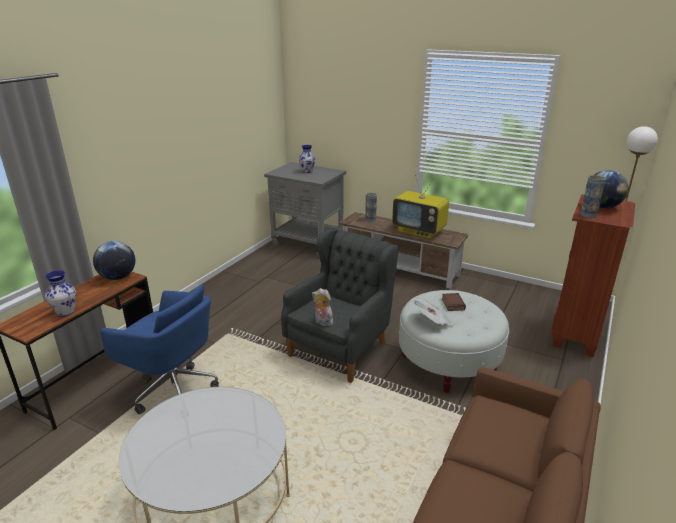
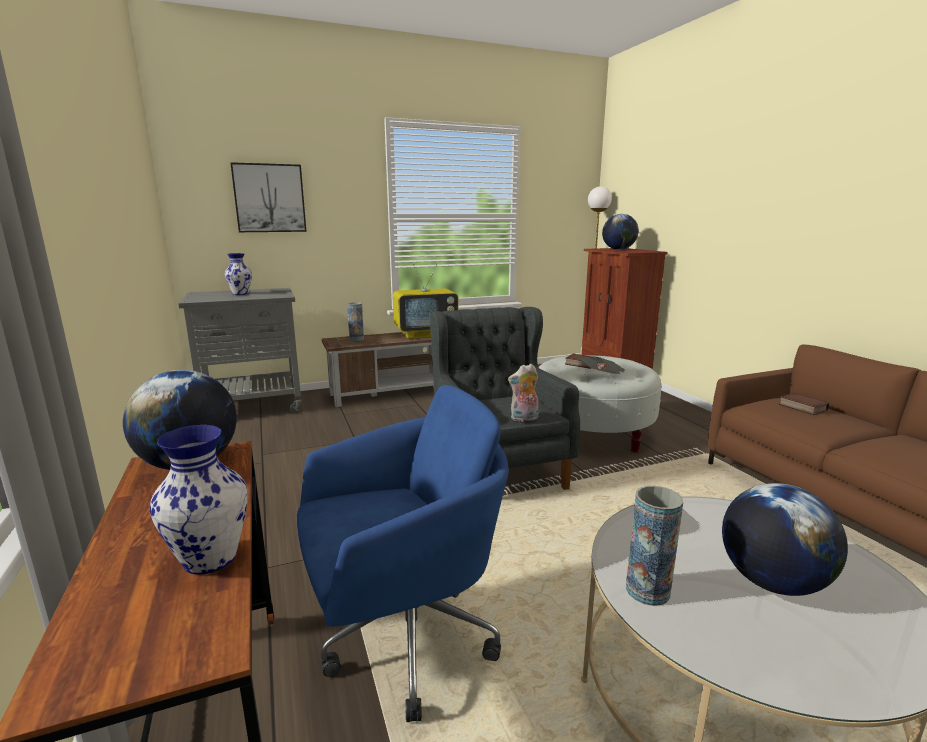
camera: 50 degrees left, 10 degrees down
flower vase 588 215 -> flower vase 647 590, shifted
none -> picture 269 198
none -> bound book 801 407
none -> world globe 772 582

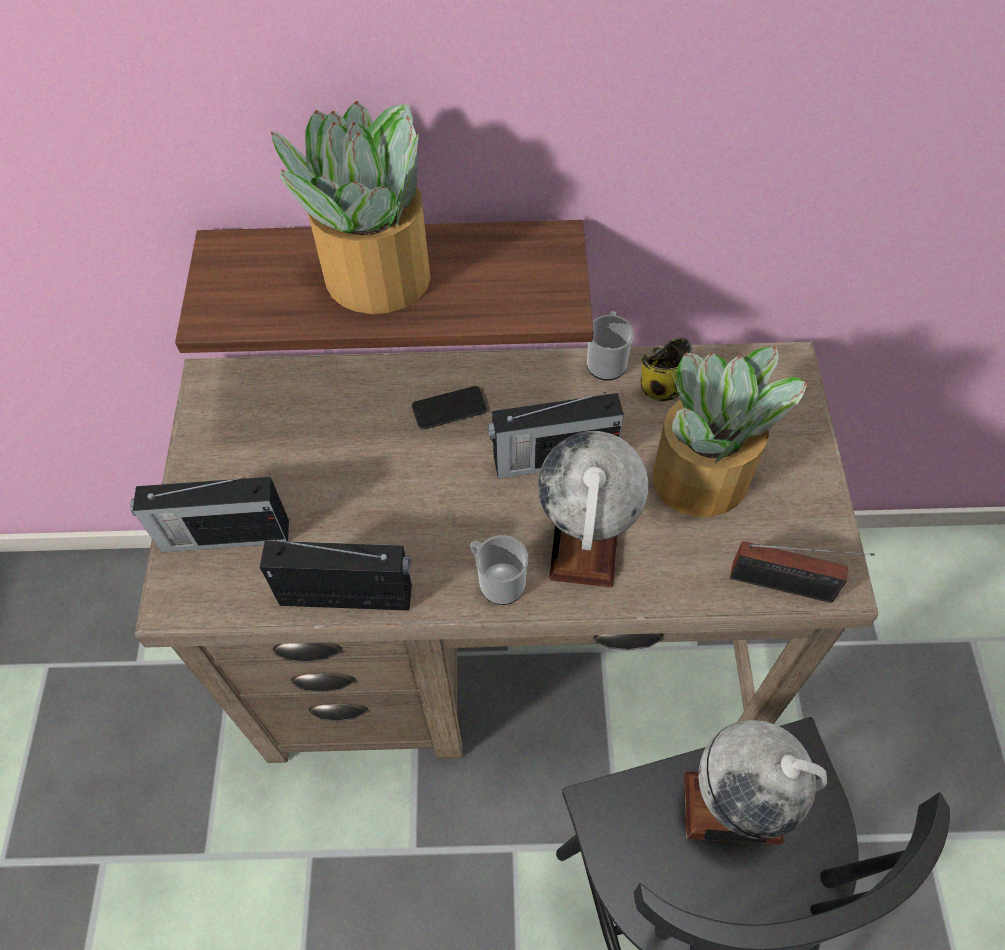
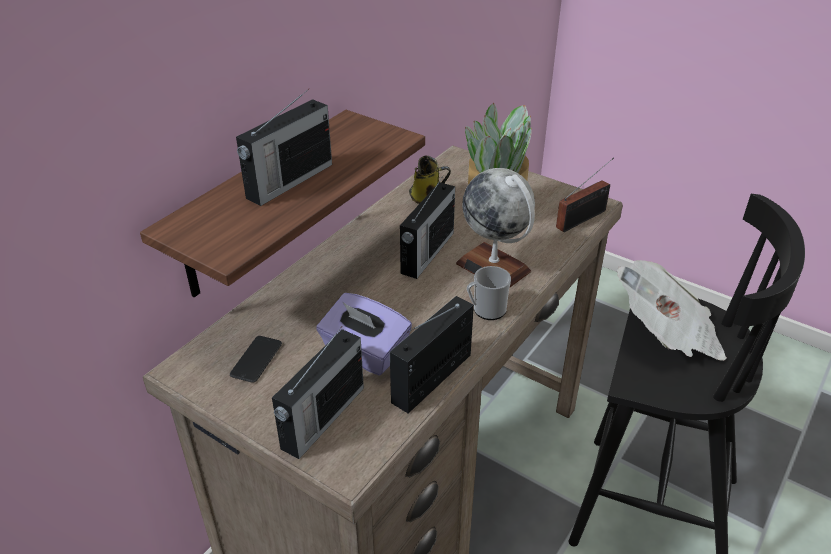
camera: 55 degrees left, 20 degrees down
houseplant 375 276 -> radio set 288 181
tea mug 607 361 -> none
telephone 449 408 -> telephone 256 359, shifted
world globe 733 807 -> daily paper 667 334
none -> purple tissue holder 364 353

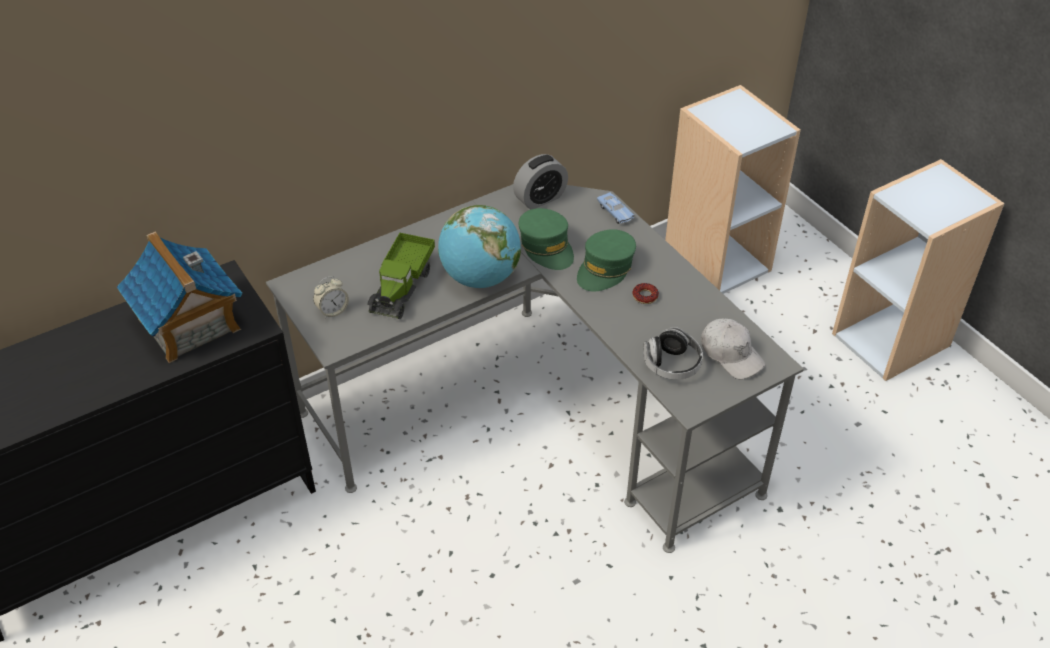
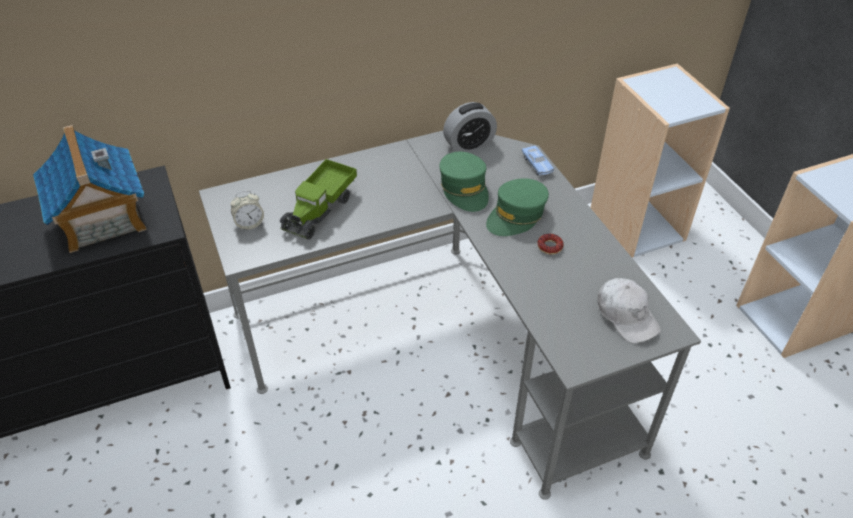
camera: 10 degrees right, 0 degrees up
world globe 480 278 -> none
headphones 671 365 -> none

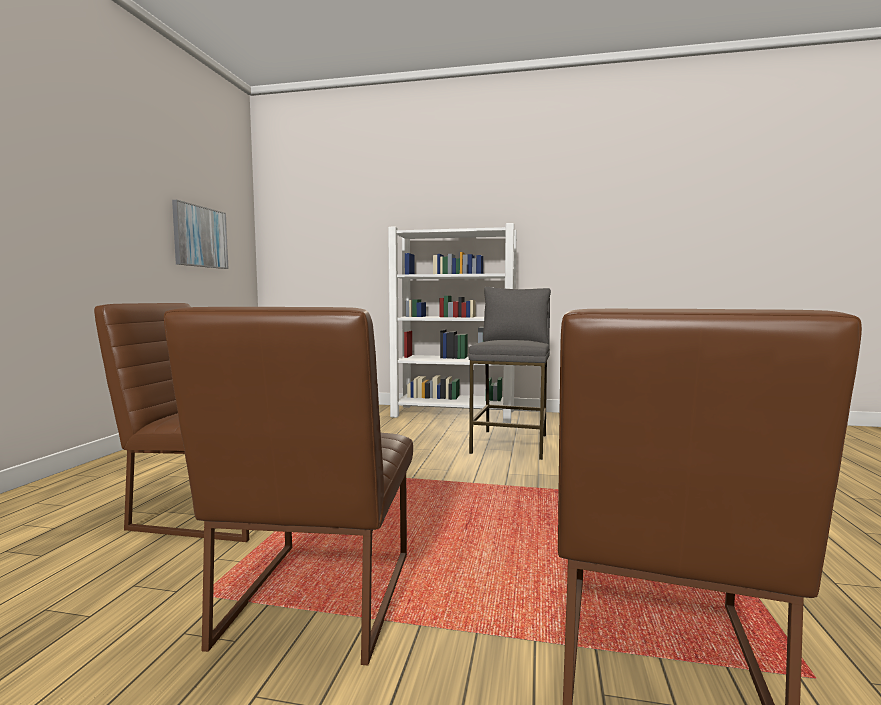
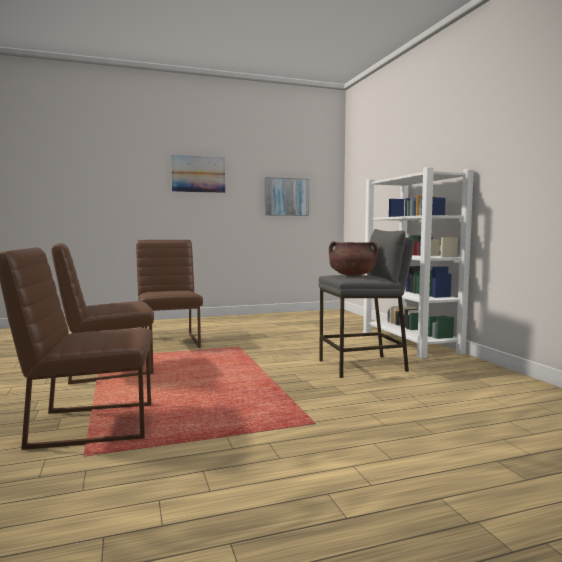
camera: 60 degrees right, 0 degrees up
none -> picture 198 174
none -> brownish cooking pot 352 275

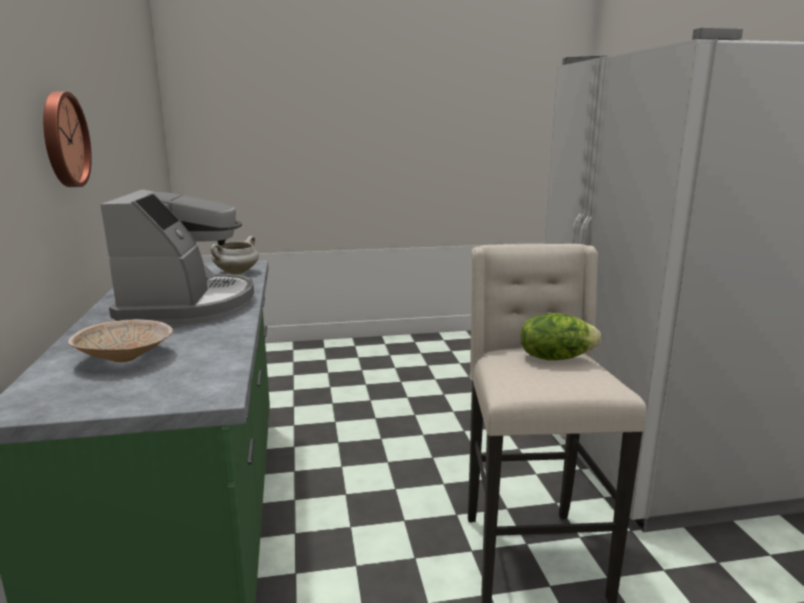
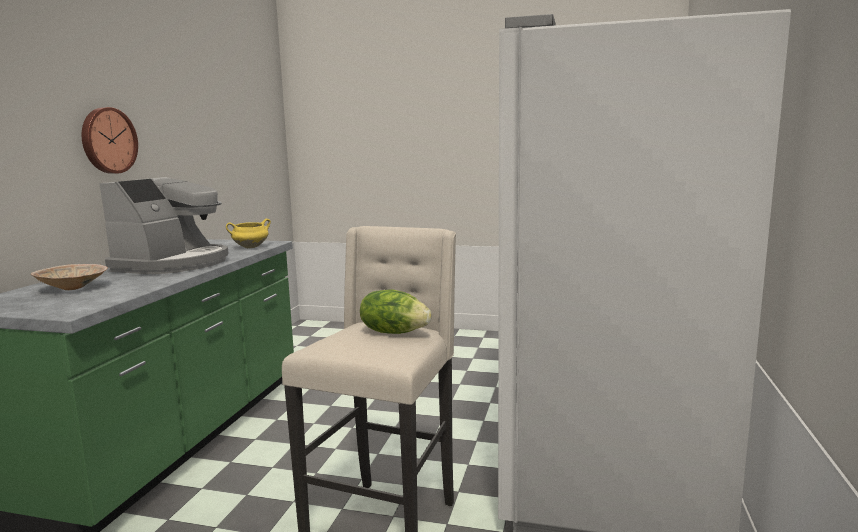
camera: 25 degrees right, 5 degrees down
whitish cooking pot 236 273 -> yellow-coloured cooking pot 250 247

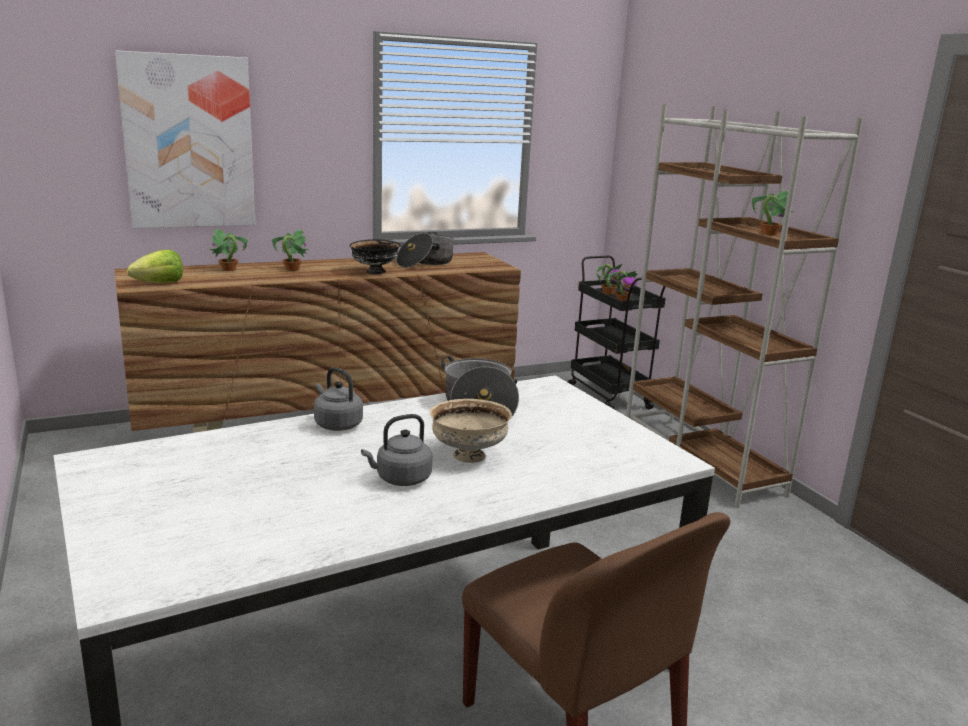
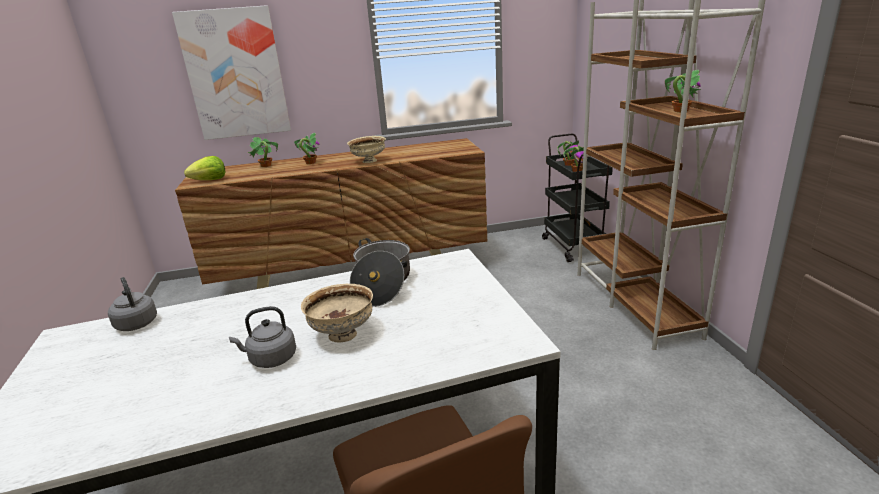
camera: 15 degrees right, 5 degrees up
cooking pot 425 262 -> none
blackish bowl 375 272 -> beige bowl 369 161
grey kettle 336 424 -> grey kettle 136 323, shifted

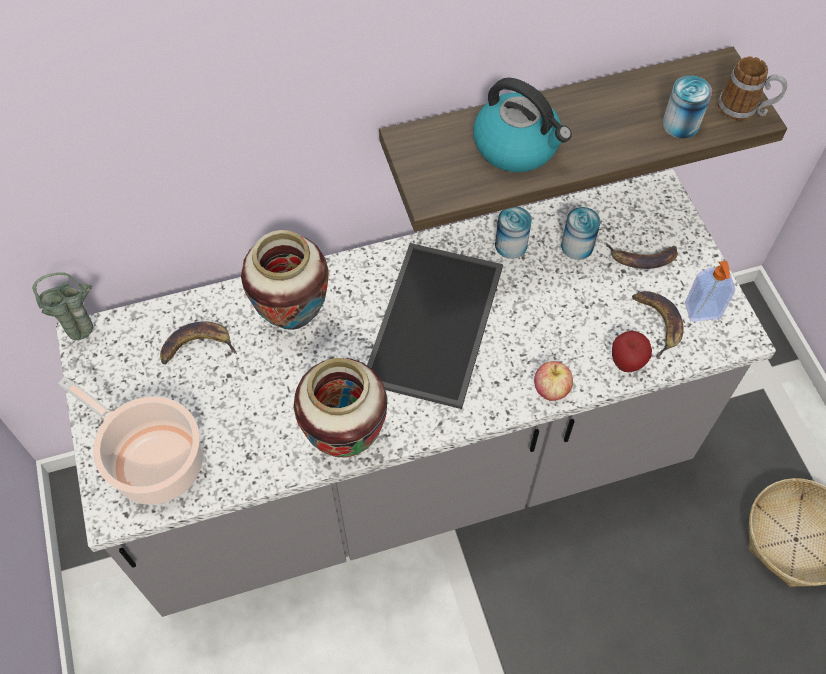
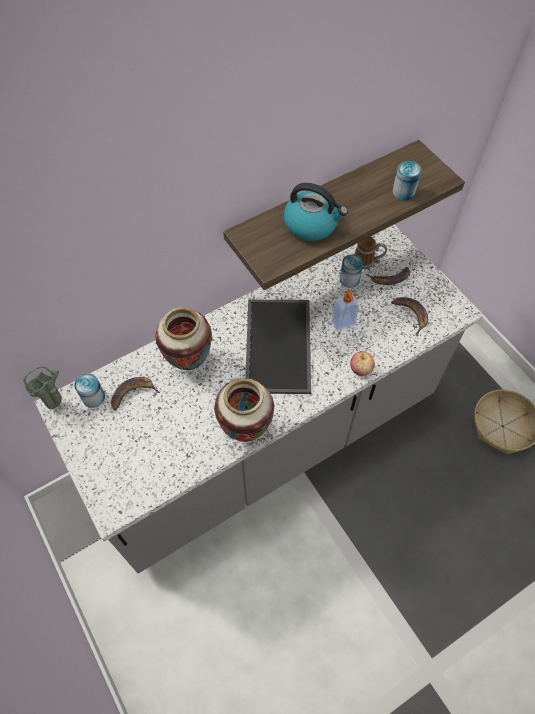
camera: 15 degrees left, 0 degrees up
tea mug 744 110 -> tea mug 367 262, shifted
metal can 511 245 -> metal can 93 397, shifted
soap dispenser 702 312 -> soap dispenser 343 323, shifted
whole apple 626 363 -> none
cooking pot 153 461 -> none

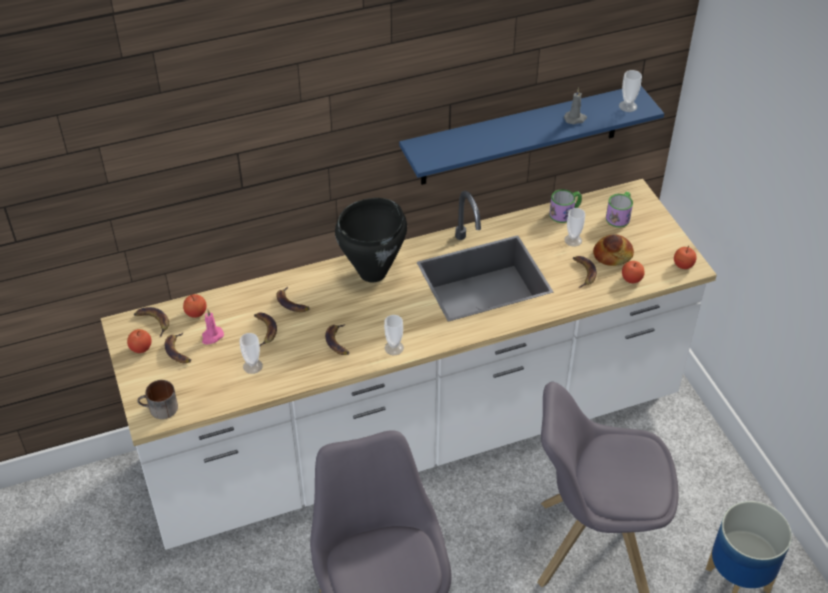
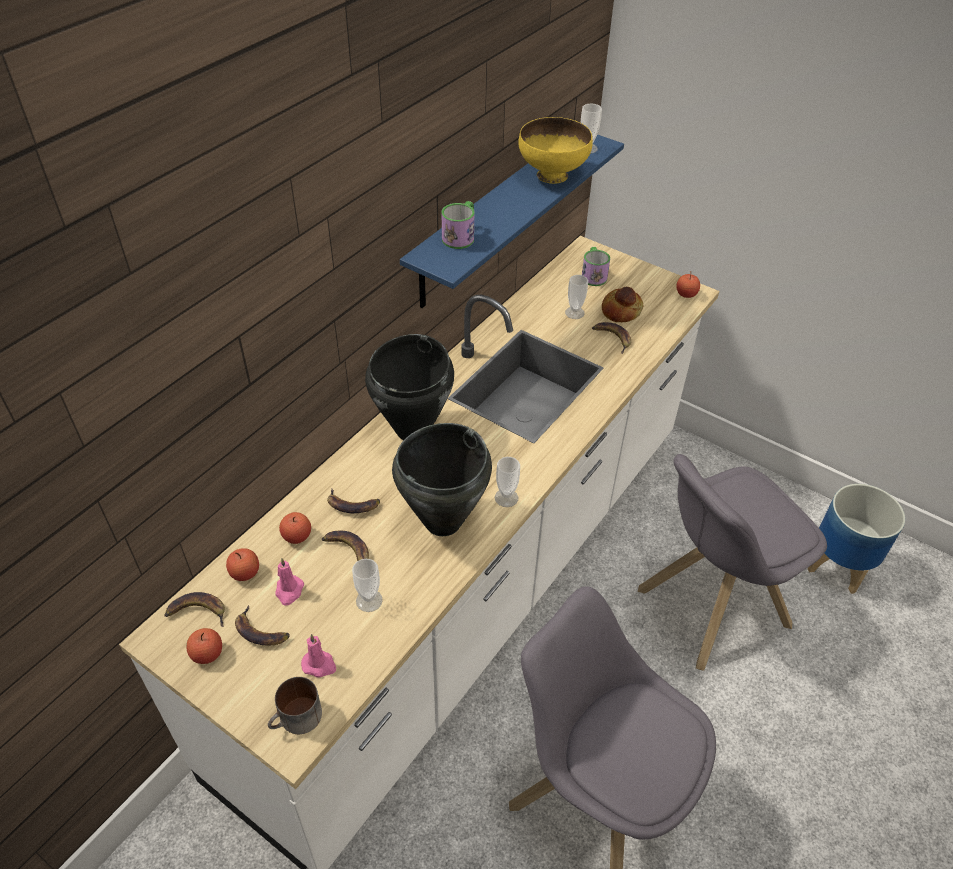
camera: 35 degrees left, 0 degrees up
grey wax candle 575 119 -> yellow-coloured bowl 553 175
tea mug 565 213 -> tea mug 461 236, shifted
whole apple 631 279 -> whole apple 297 536, shifted
banana 338 342 -> blackish cooking pot 441 521
none -> pink wax candle 319 665

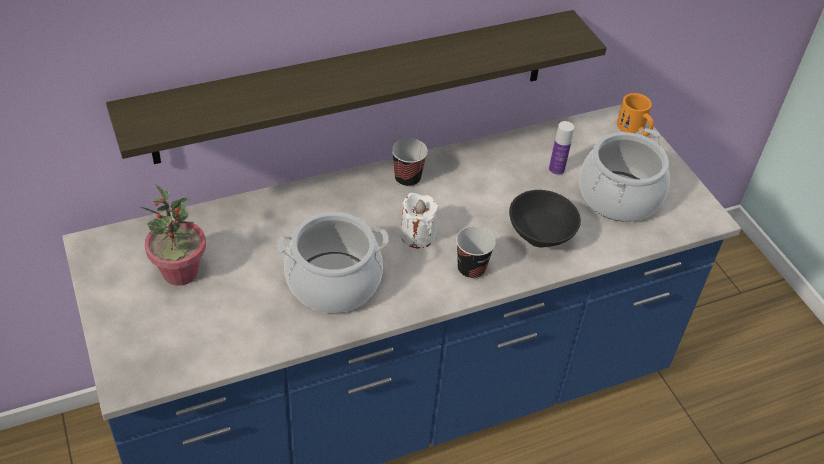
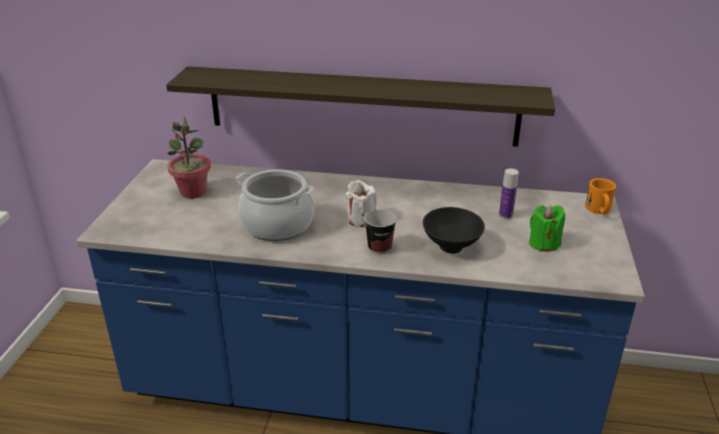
camera: 35 degrees right, 15 degrees down
cooking pot 618 196 -> green-coloured wax candle 544 244
cup 407 179 -> none

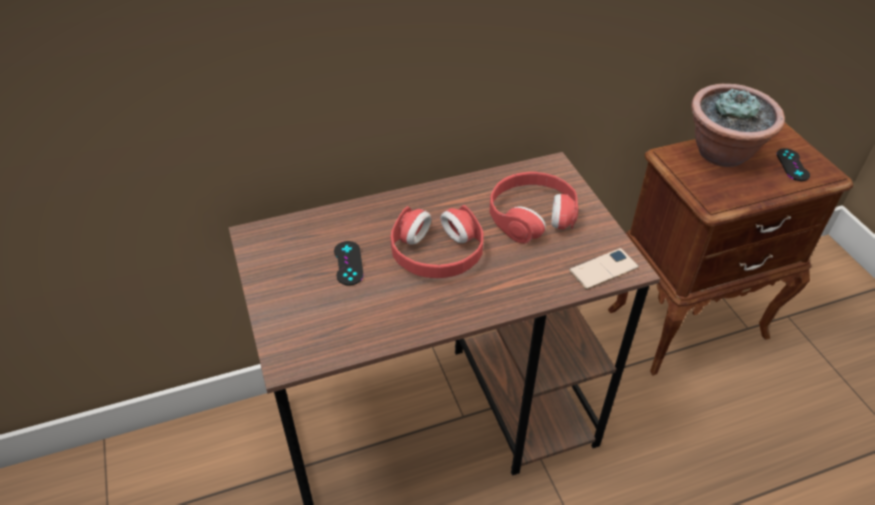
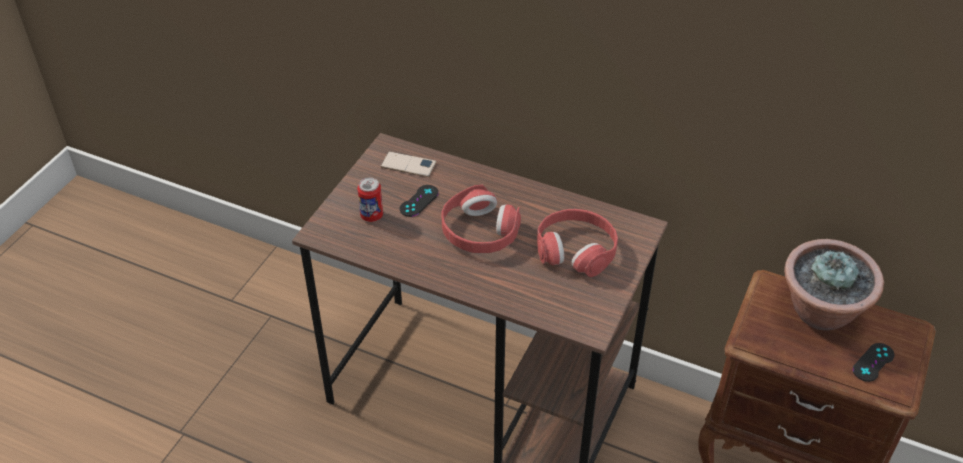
camera: 45 degrees right, 0 degrees up
telephone 603 269 -> telephone 408 165, shifted
none -> metal can 371 215

